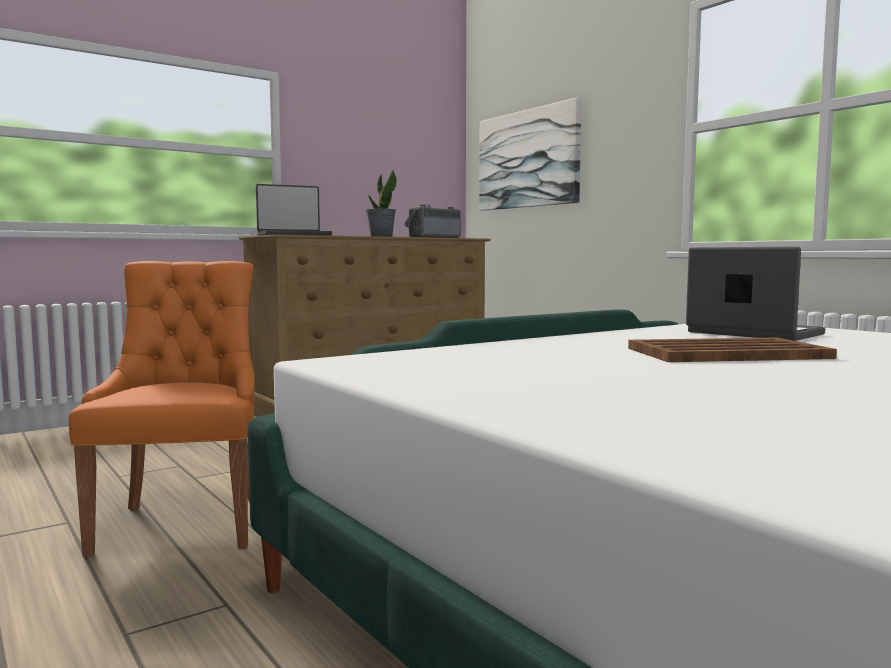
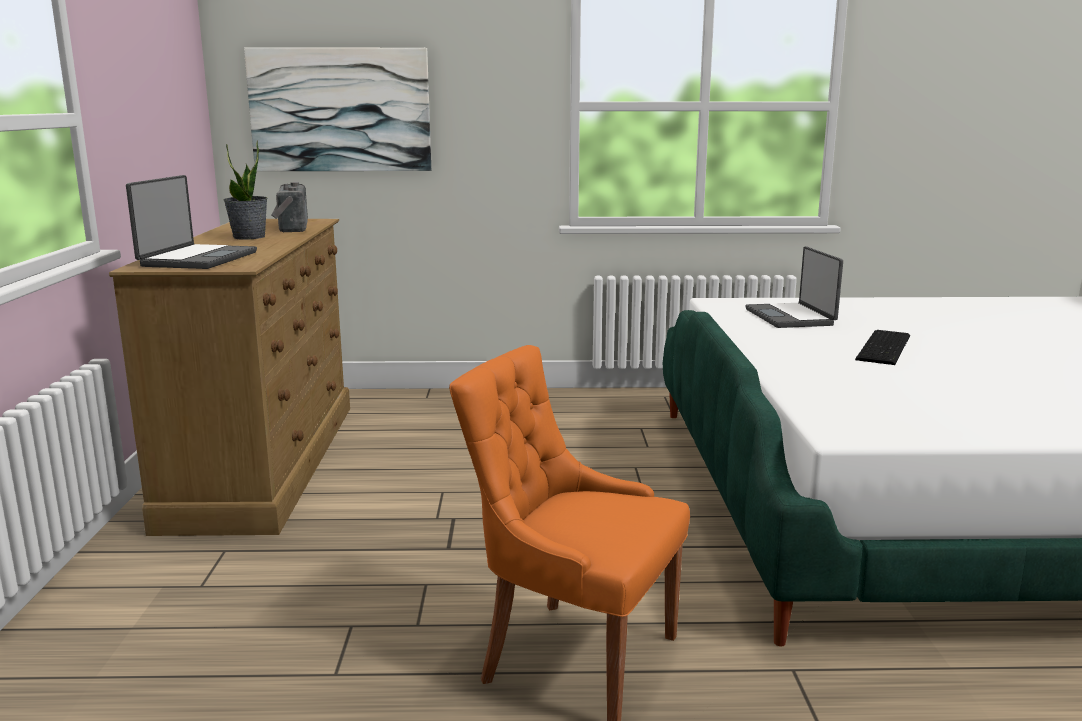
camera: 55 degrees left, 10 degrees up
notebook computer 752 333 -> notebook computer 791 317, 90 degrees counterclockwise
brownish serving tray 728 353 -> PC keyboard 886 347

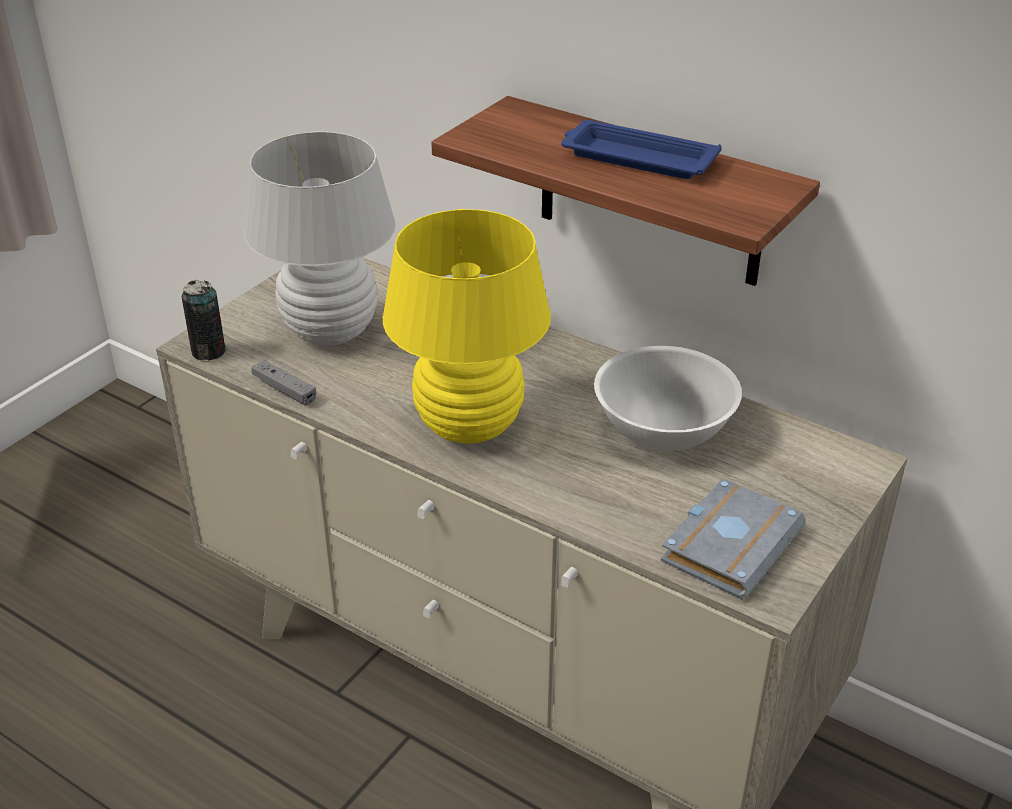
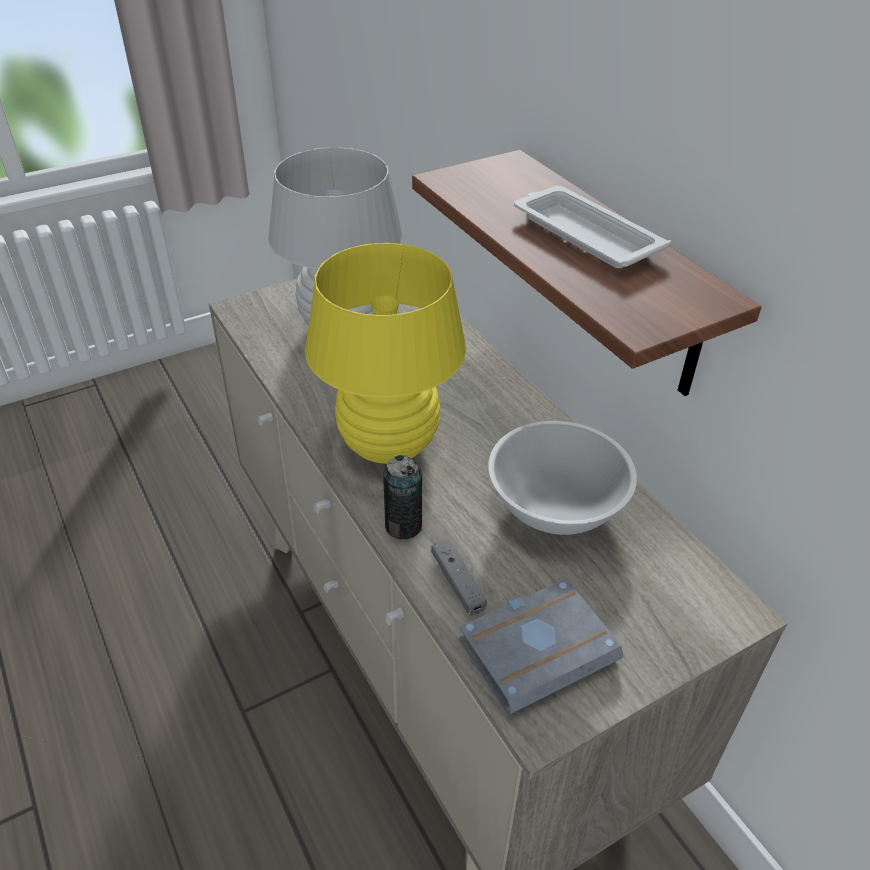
camera: 25 degrees right, 5 degrees up
blue serving tray 636 158 -> whitish serving tray 584 235
metal can 208 352 -> metal can 403 526, shifted
grey game controller 284 390 -> grey game controller 457 583, shifted

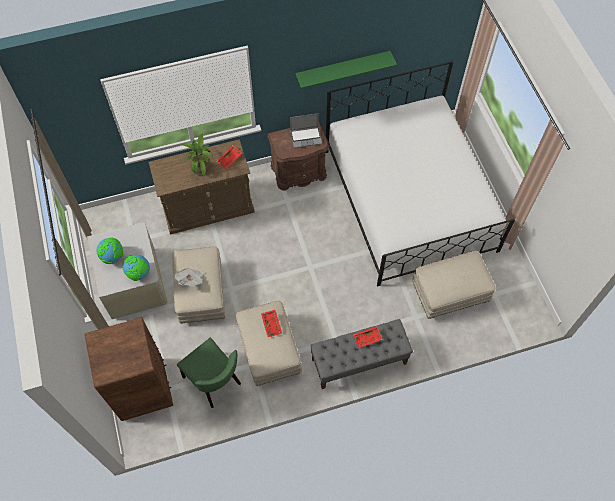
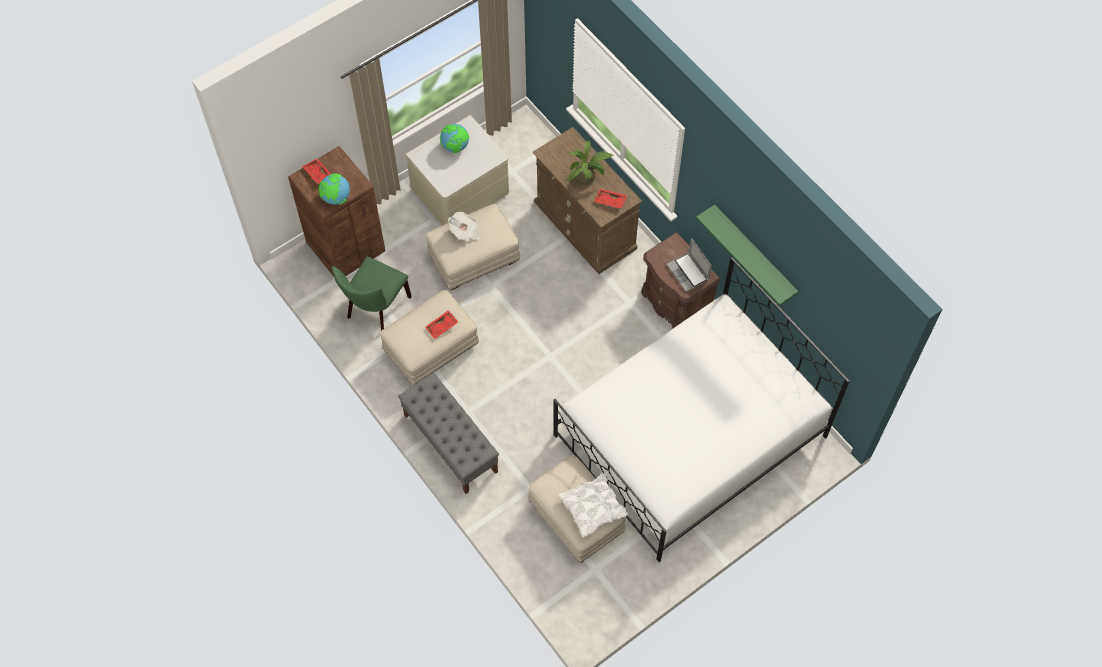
camera: 70 degrees right, 0 degrees up
world globe 139 273 -> world globe 336 198, shifted
reddish serving tray 367 339 -> reddish serving tray 317 174, shifted
none -> whitish pillow 593 508

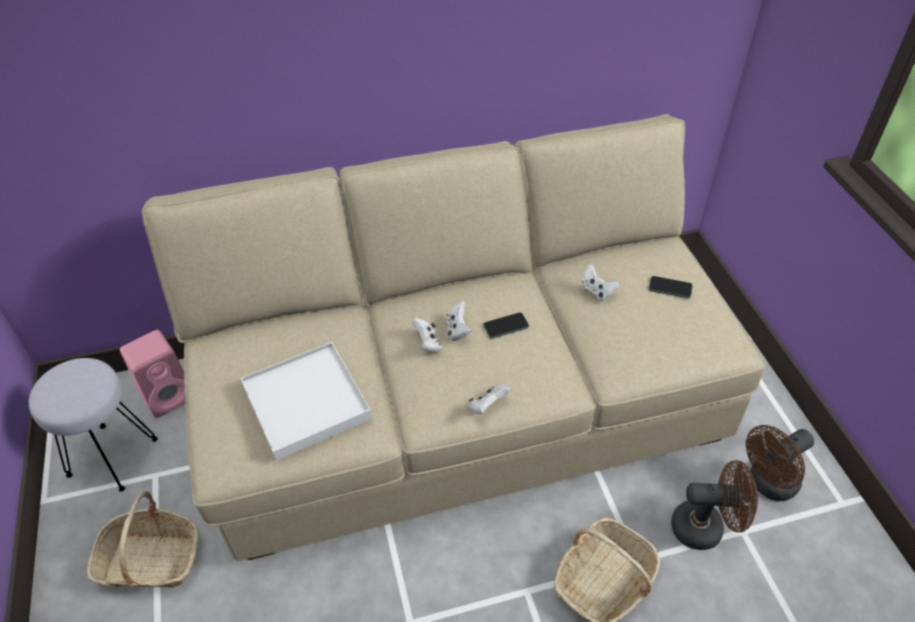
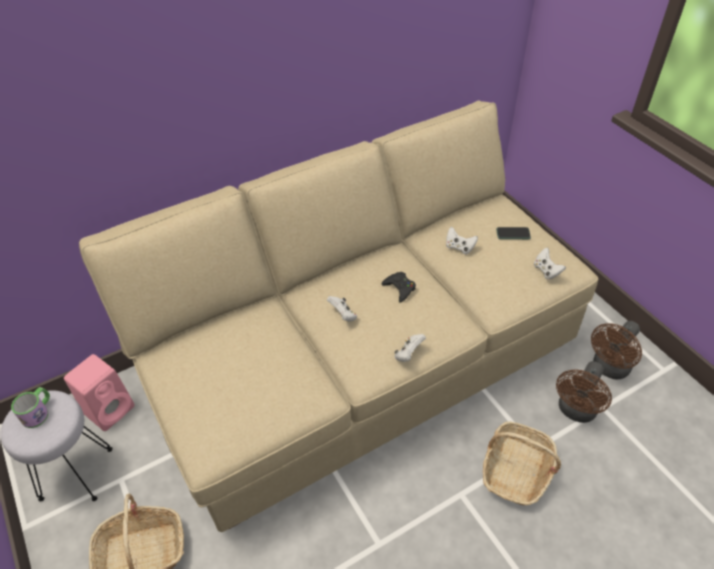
camera: 15 degrees left, 0 degrees up
whitish game controller 457 330 -> whitish game controller 546 271, shifted
telephone 506 326 -> blackish game controller 400 288
whitish serving tray 306 402 -> none
brownish cooling fan 705 527 -> brownish cooling fan 575 411, 135 degrees clockwise
none -> tea mug 38 412

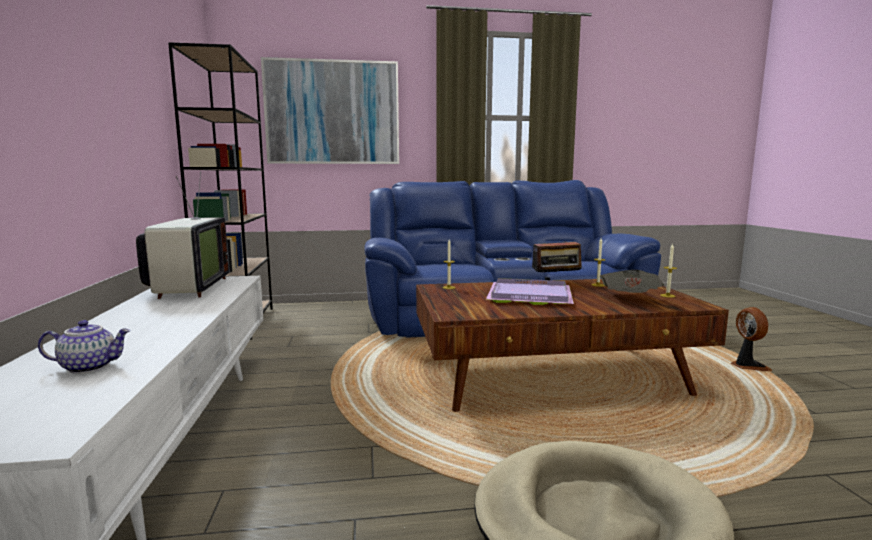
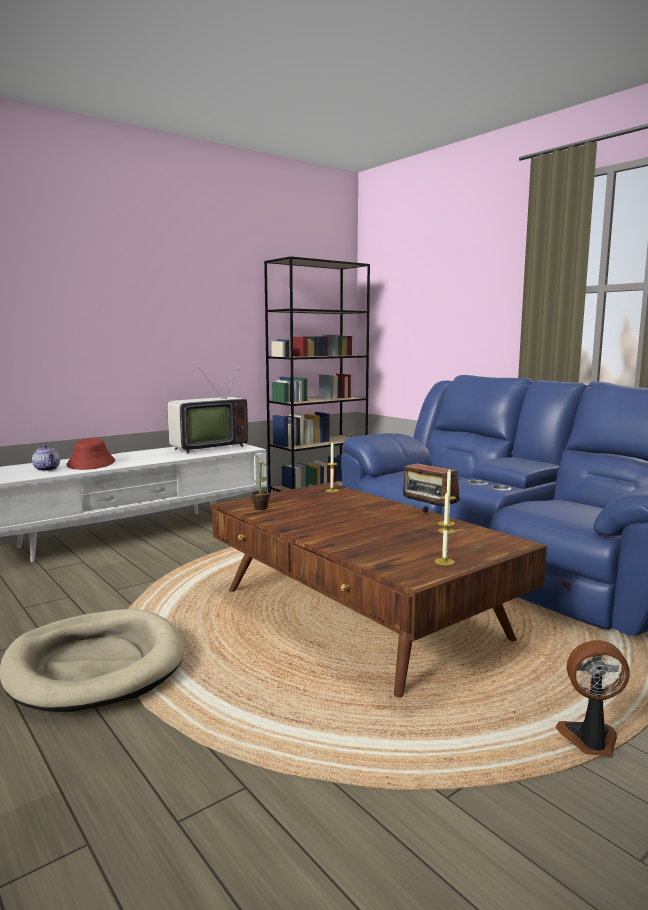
camera: 60 degrees right, 0 degrees up
picture 333 113 -> none
daily paper 630 298 -> none
purple serving tray 528 296 -> none
cooling fan 747 366 -> cooling fan 590 740, 135 degrees counterclockwise
none -> reddish wearable hat 91 463
none -> houseplant 260 509

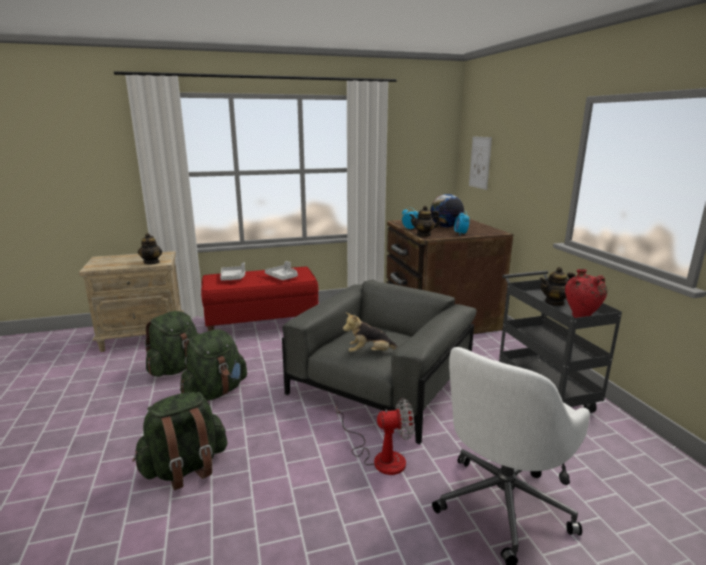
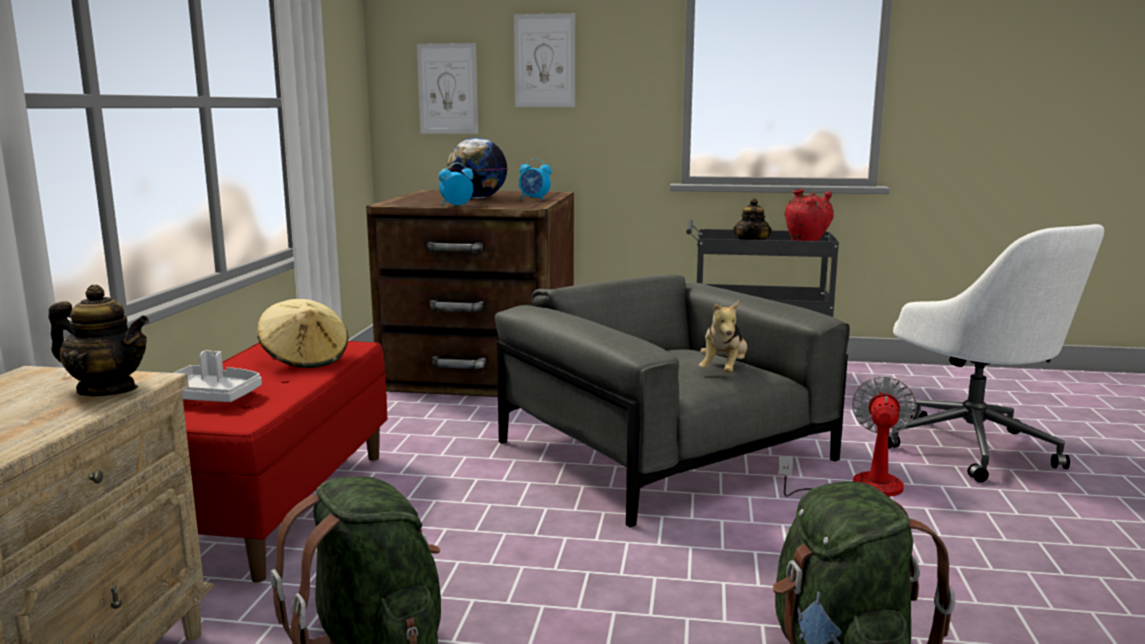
camera: 65 degrees left, 5 degrees down
teapot 424 235 -> none
grey serving tray 283 277 -> beige wearable hat 305 359
green-coloured knapsack 215 392 -> none
none -> picture 544 61

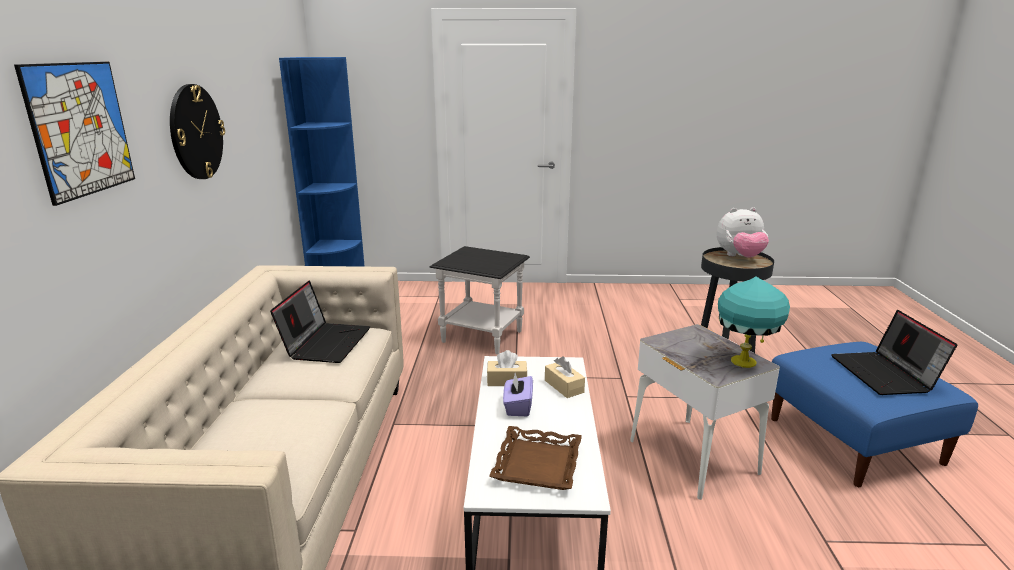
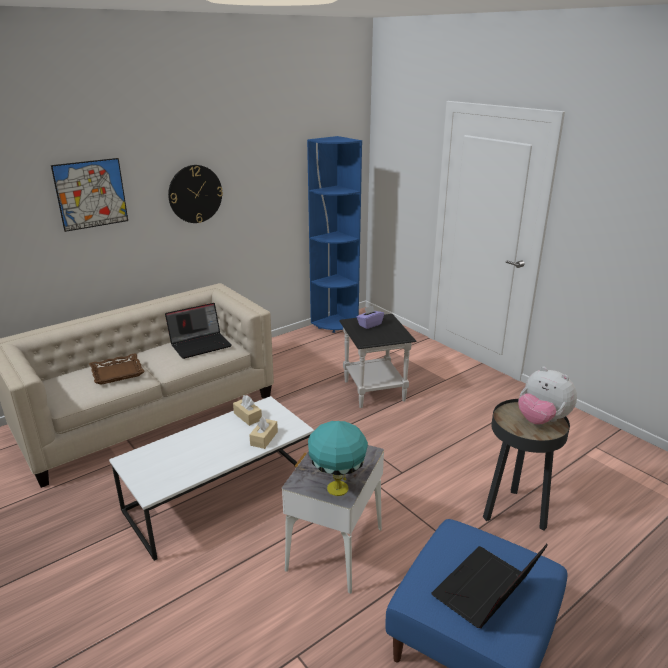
camera: 50 degrees right, 5 degrees up
purple tissue holder 518 407 -> purple tissue holder 369 324, shifted
brownish serving tray 538 464 -> brownish serving tray 117 373, shifted

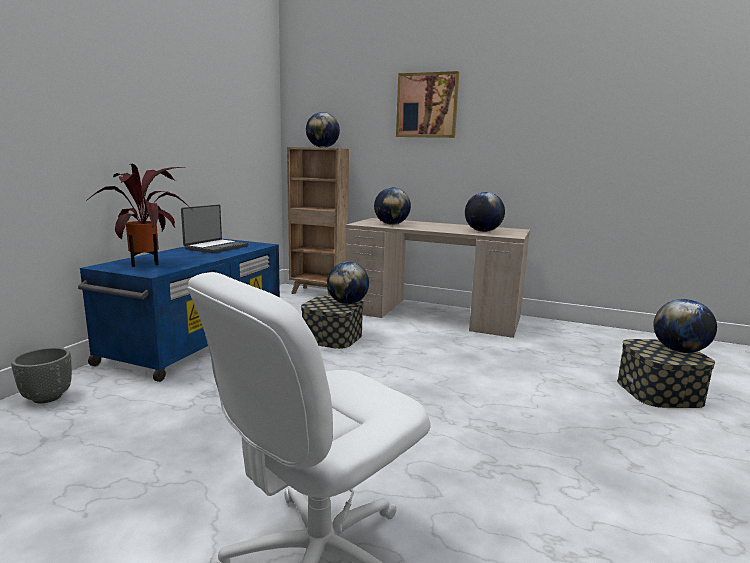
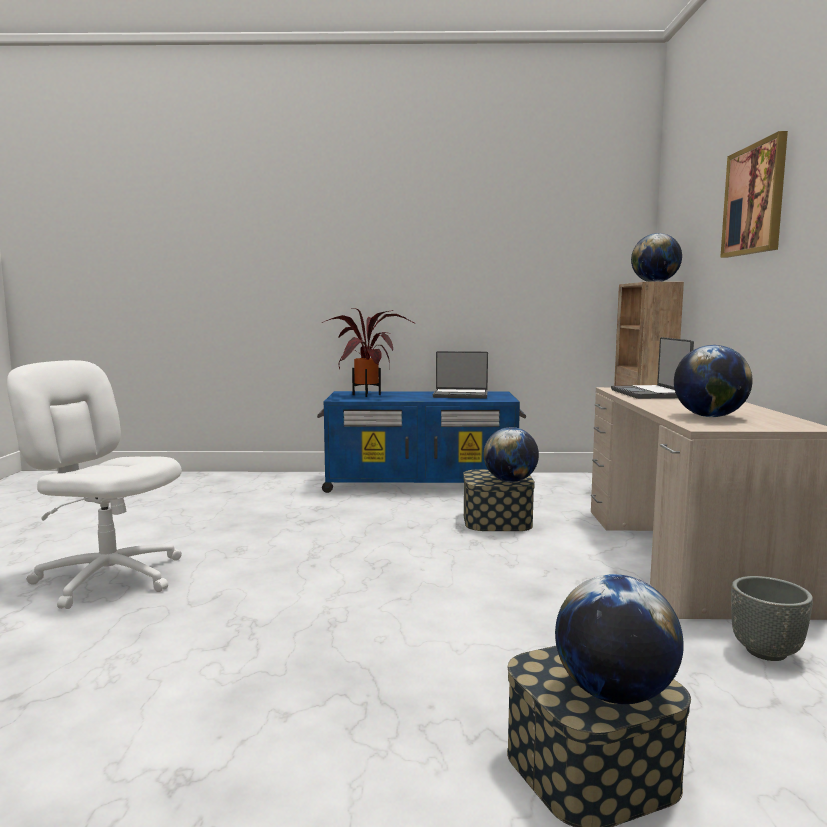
camera: 70 degrees right, 5 degrees down
world globe 391 224 -> notebook computer 650 394
grey plant pot 48 397 -> grey plant pot 766 652, shifted

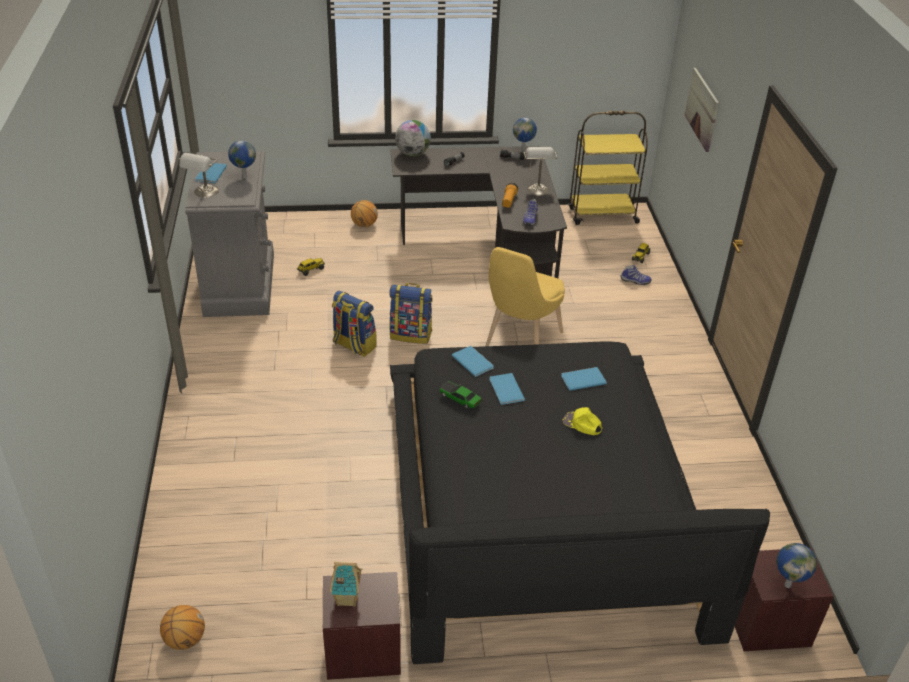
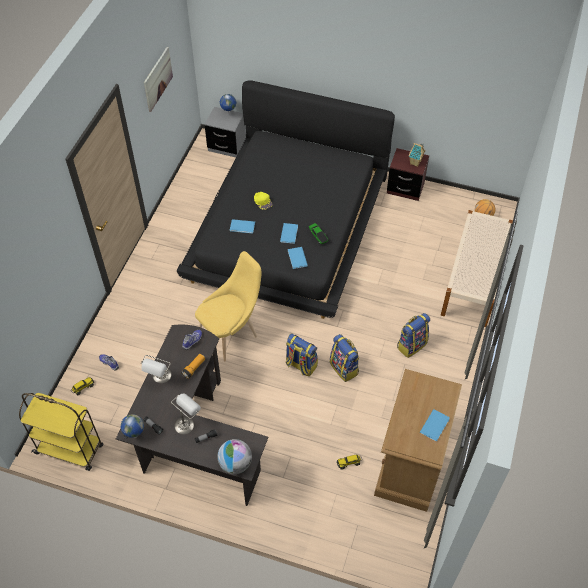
camera: 155 degrees left, 15 degrees up
picture 702 109 -> picture 158 79, shifted
world globe 244 177 -> none
grey chest of drawers 239 284 -> brownish chest of drawers 410 464
whitish table lamp 204 193 -> whitish table lamp 187 422, shifted
basketball ball 364 225 -> none
brownish night table 768 624 -> grey night table 227 146
none -> beige long seat 474 280
none -> knapsack 411 345

